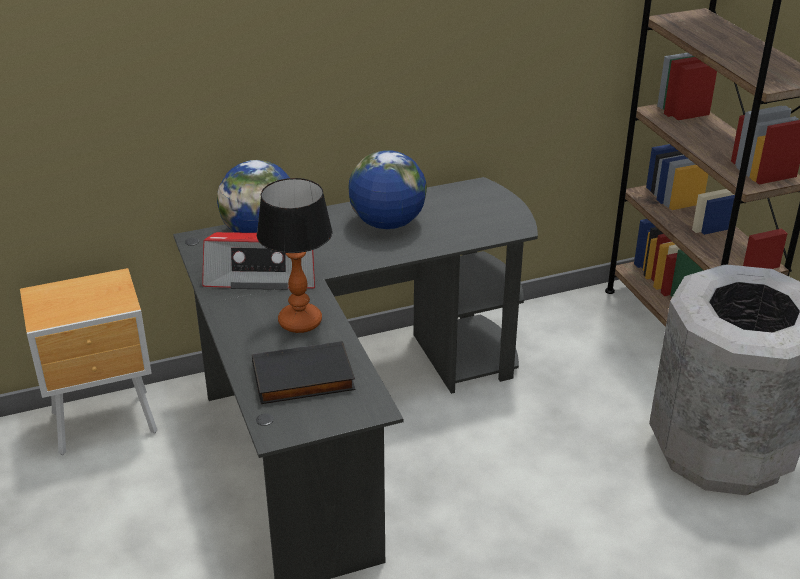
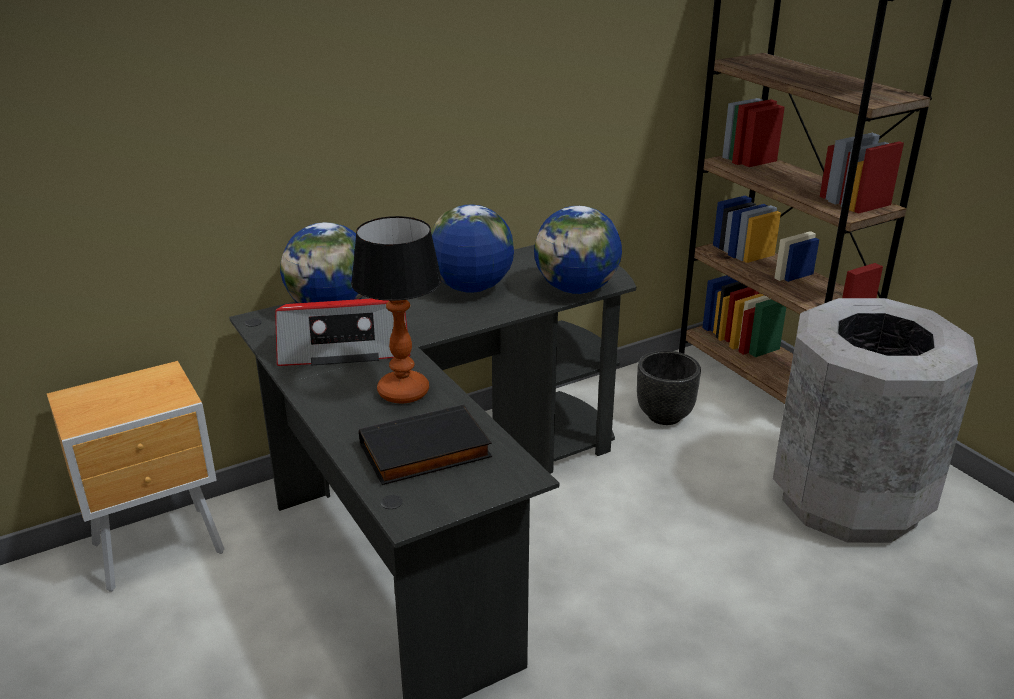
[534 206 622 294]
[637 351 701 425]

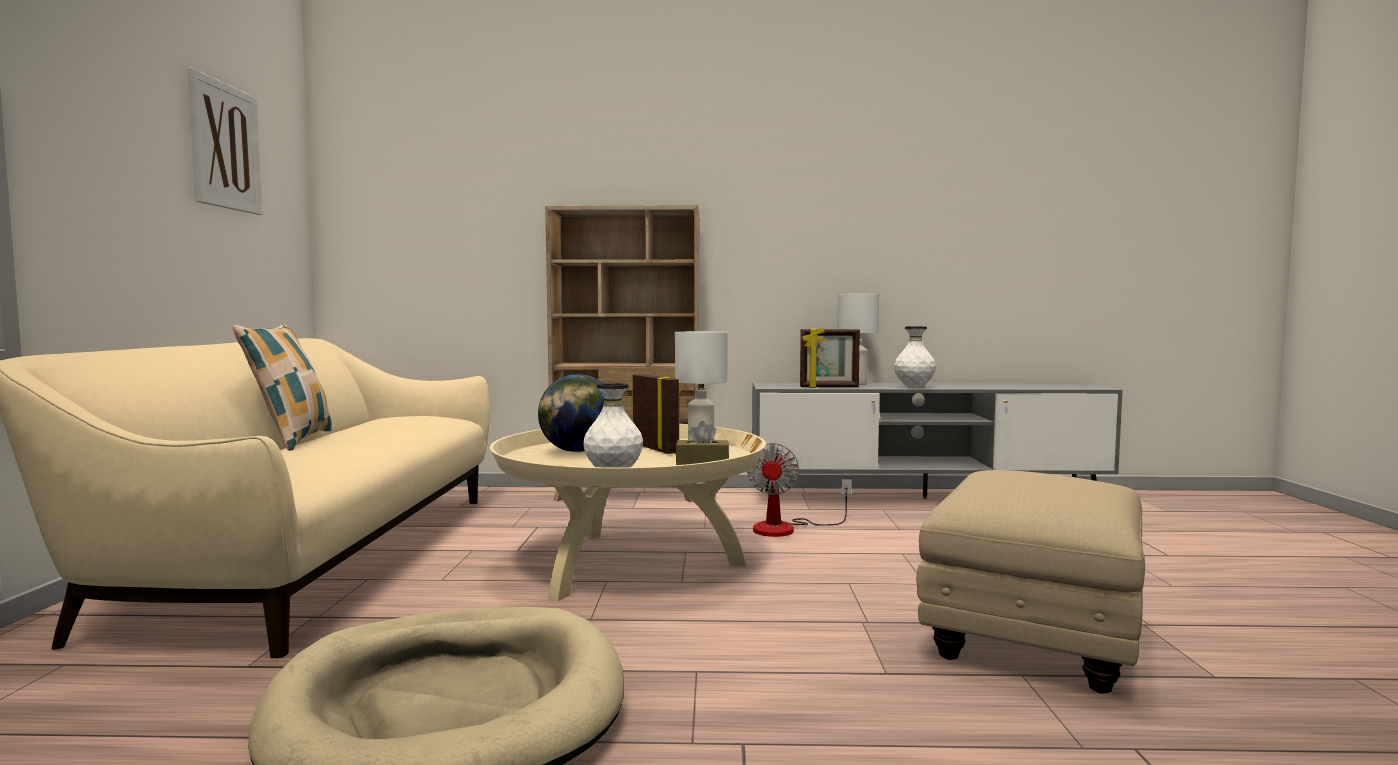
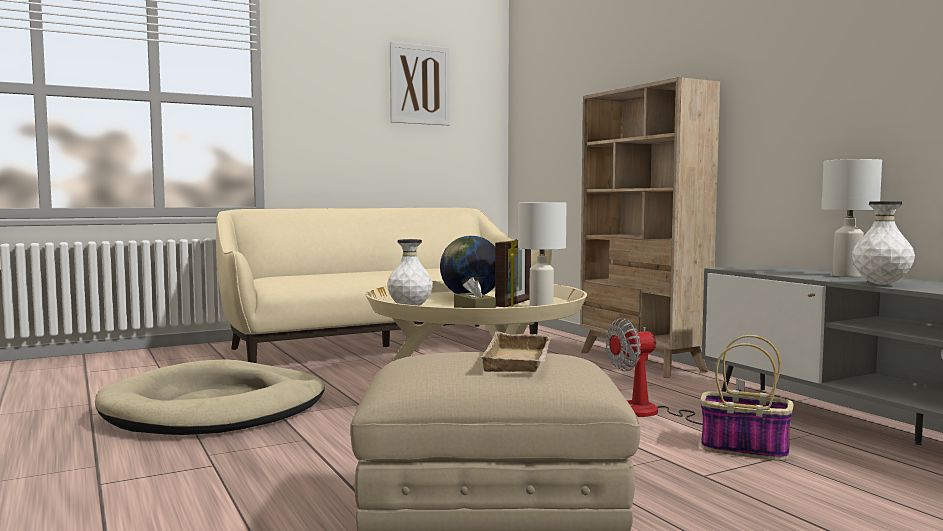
[233 323 332 451] (first image)
[800 327 860 388] (first image)
[480 332 551 372]
[700 335 794 461]

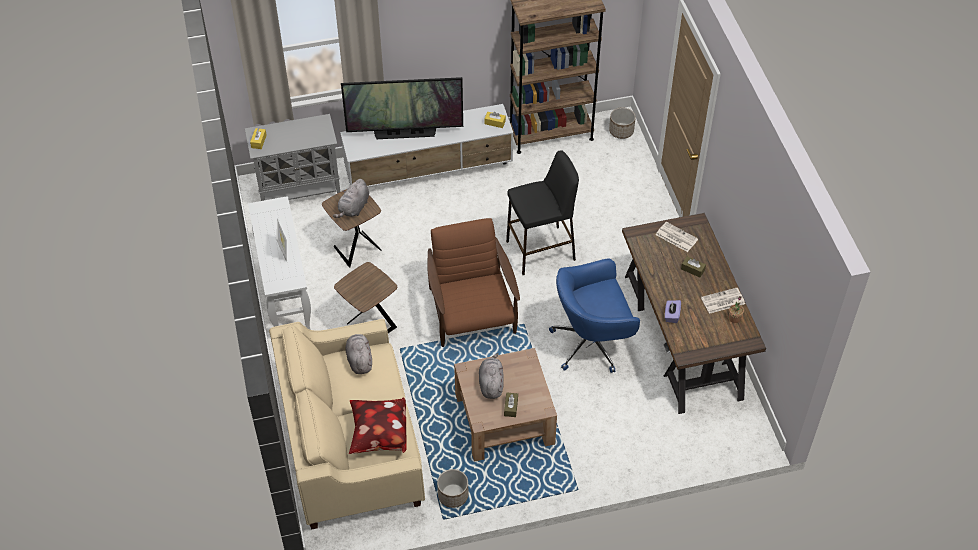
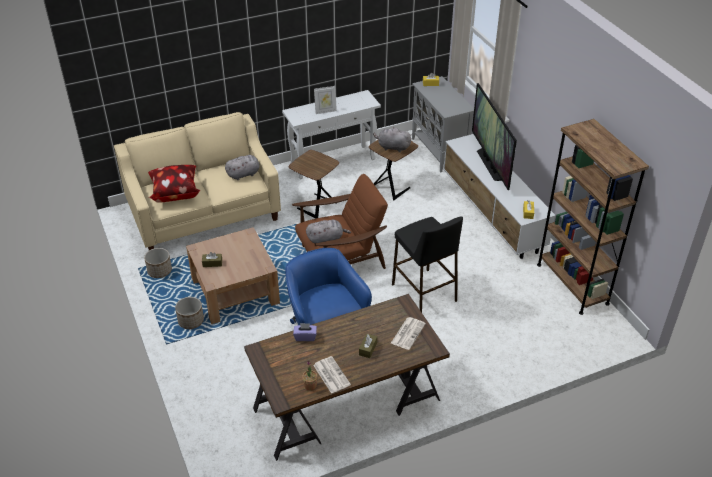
[175 297 204 329]
[306 220 351 244]

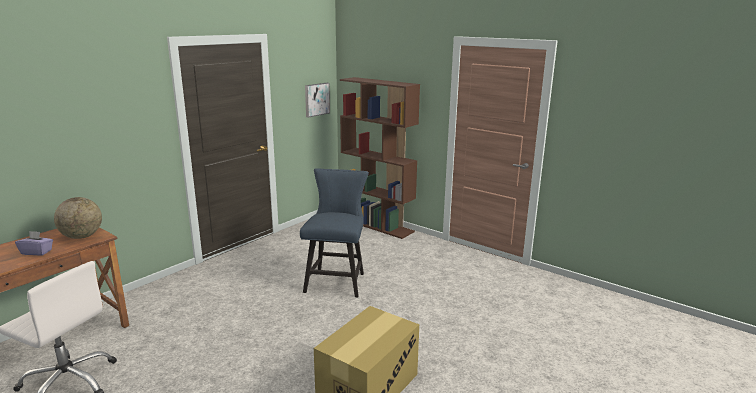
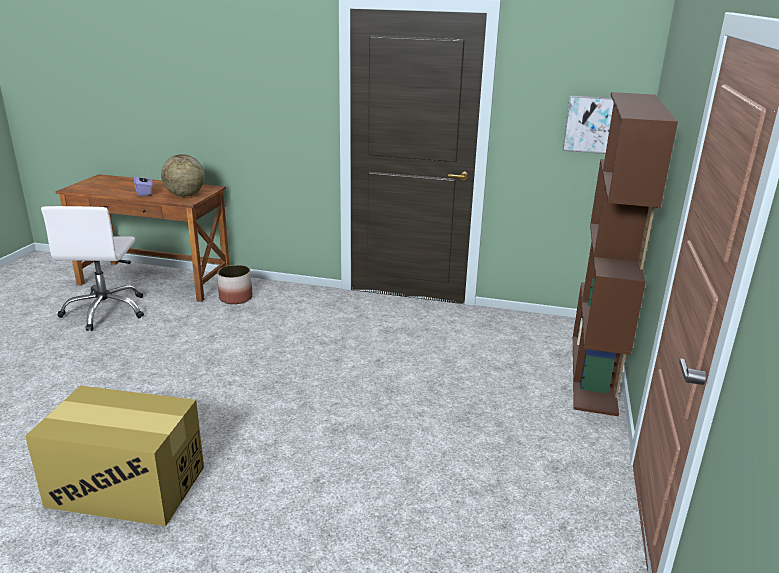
[300 168 369 297] (first image)
[217 265 253 304]

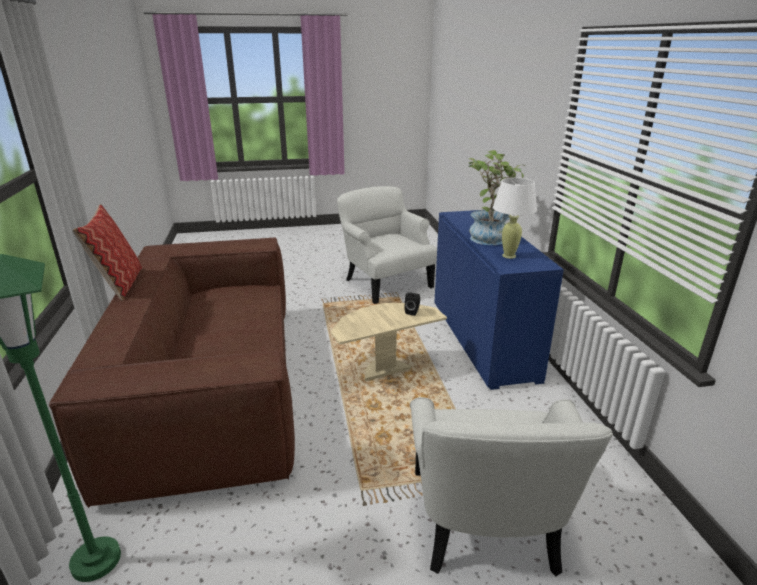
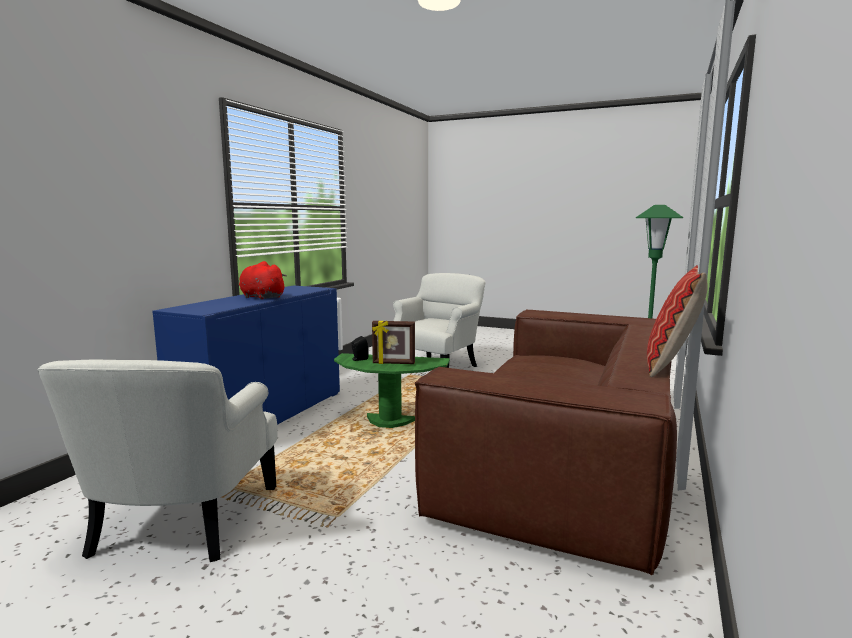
[239 261 287 299]
[493 178 537 259] (first image)
[334 353 450 428]
[372 321 415 364]

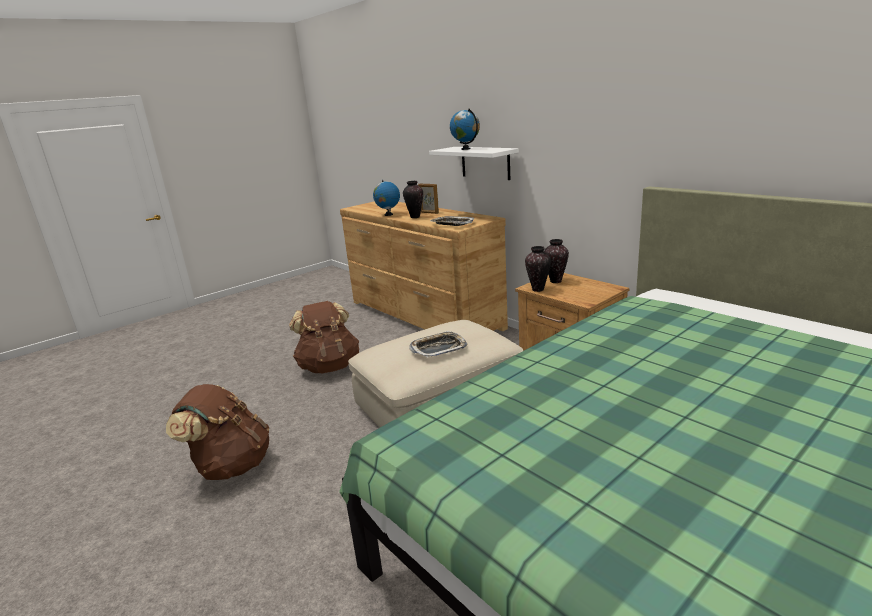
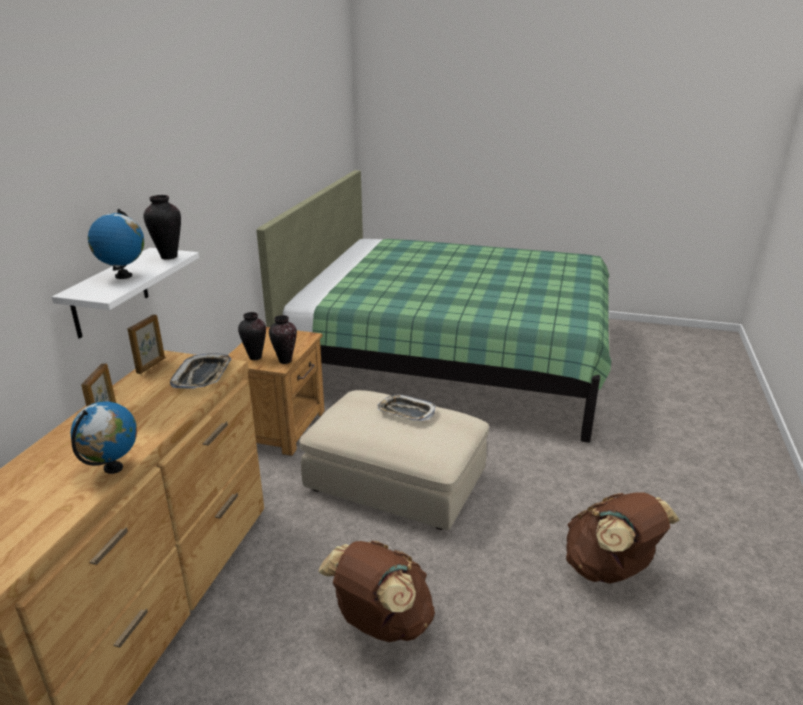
[143 195 181 260]
[128 314 165 374]

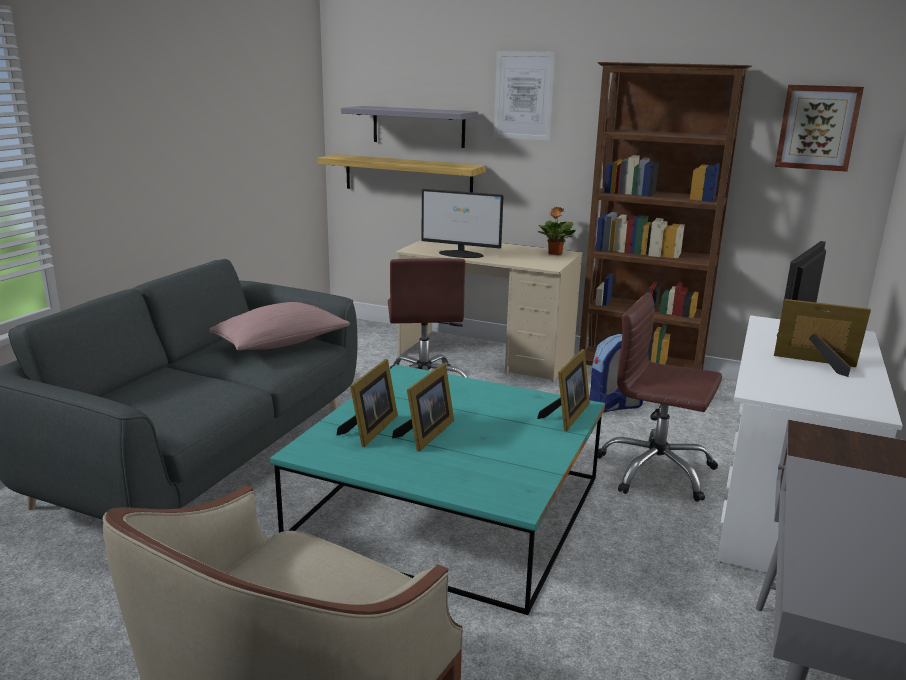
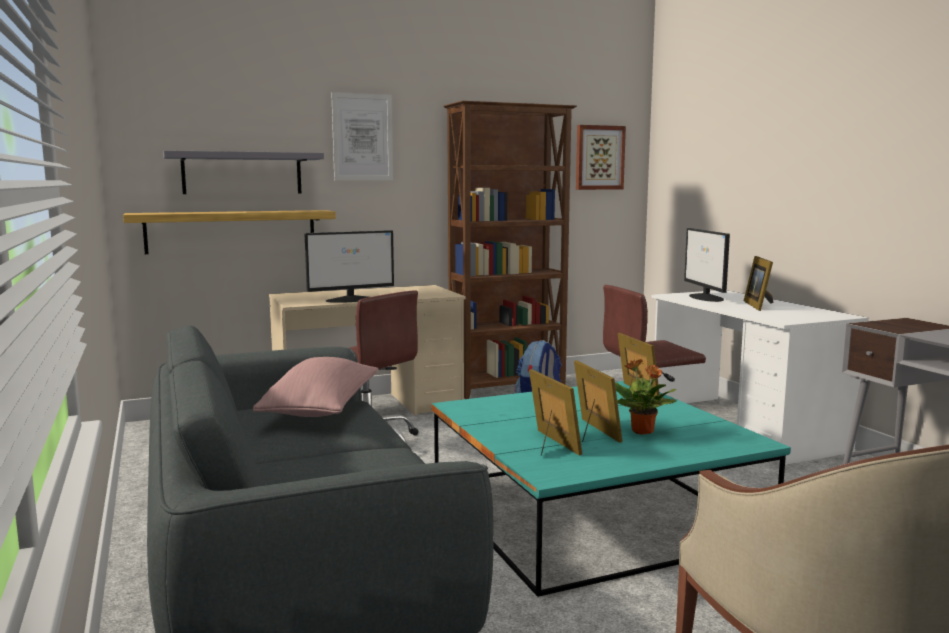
[615 359 677 435]
[744 256 773 311]

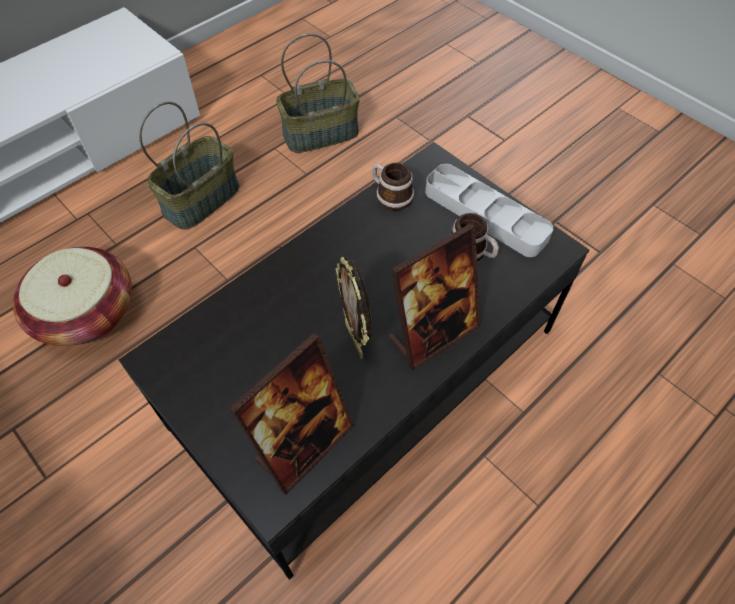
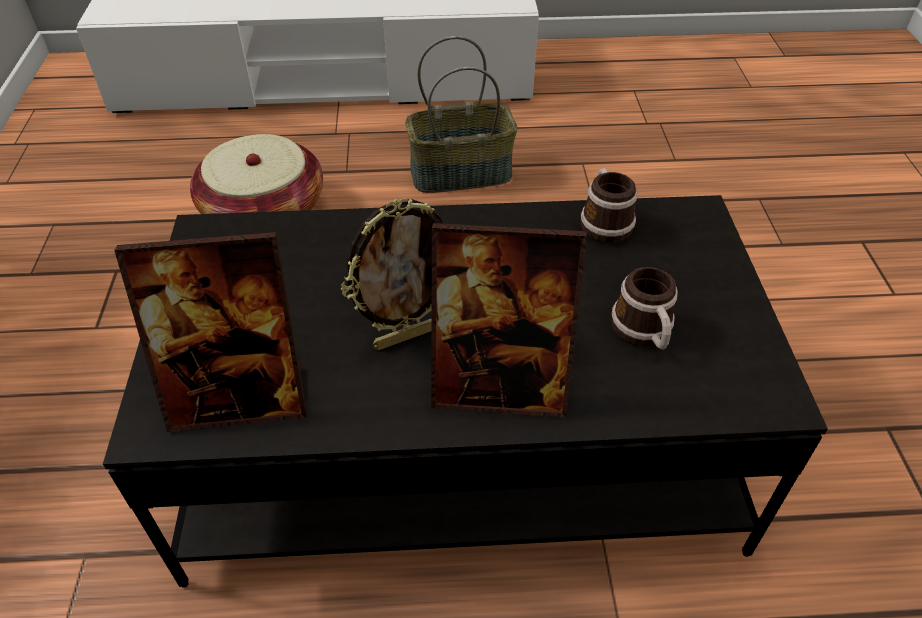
[276 33 360 153] (first image)
[425 164 553 257] (first image)
[341 198 443 350]

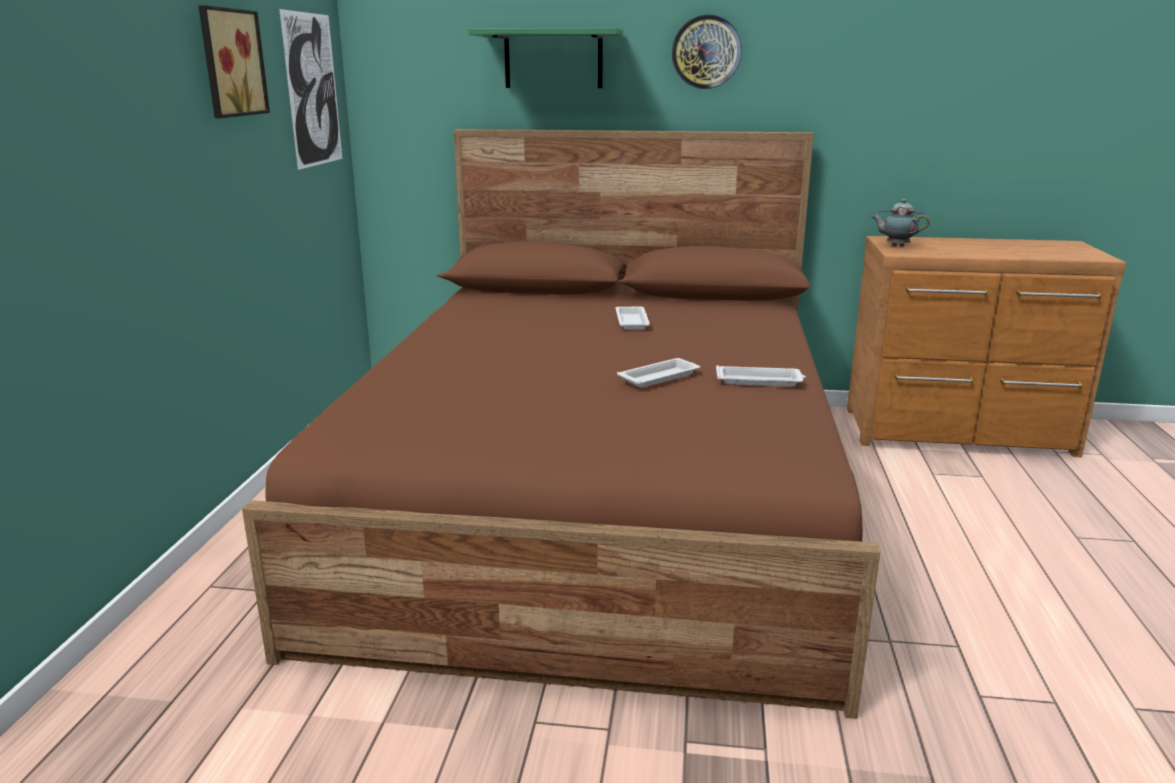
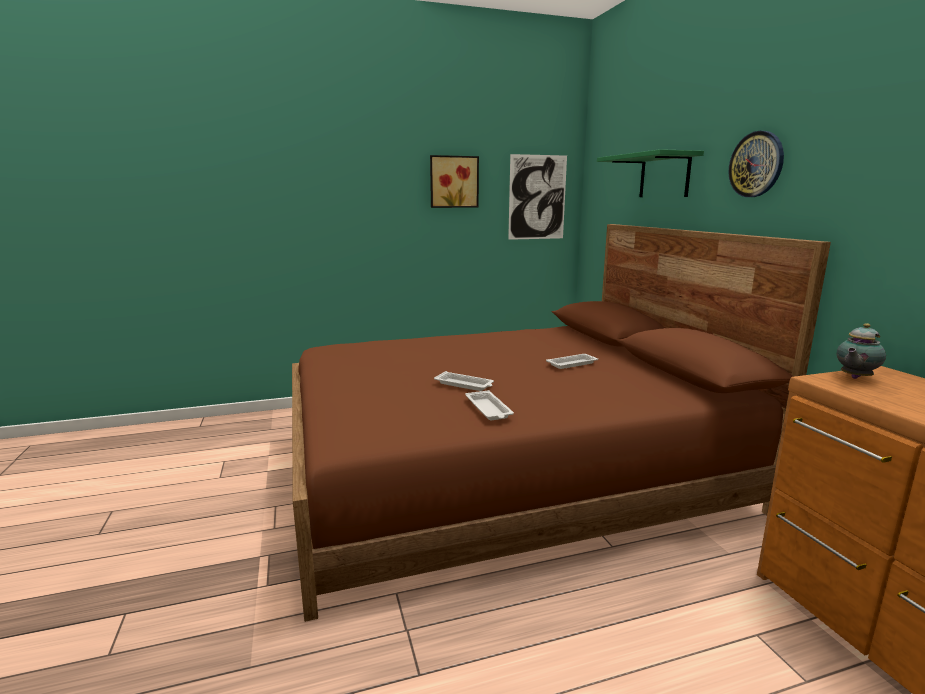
[837 323 886 379]

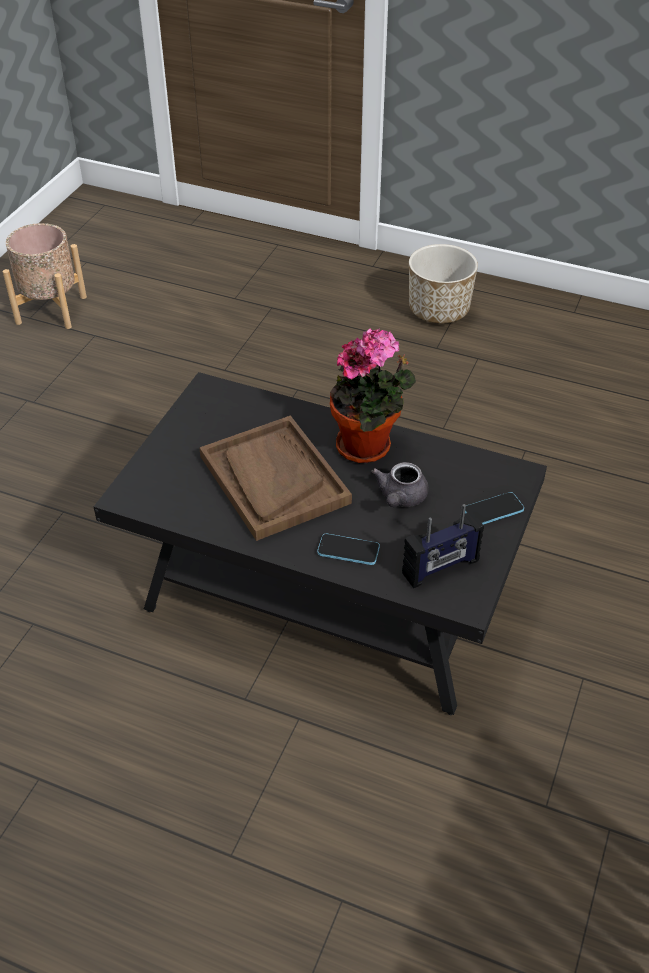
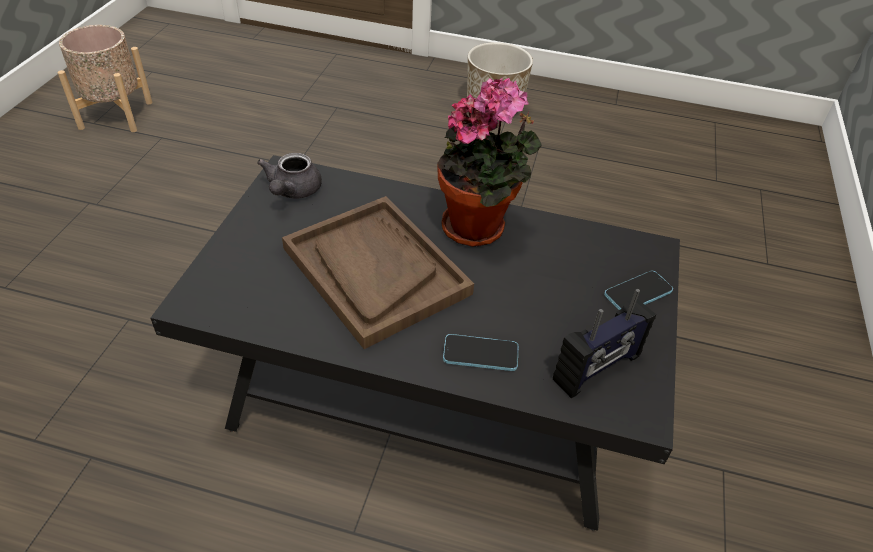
[257 153 322 199]

